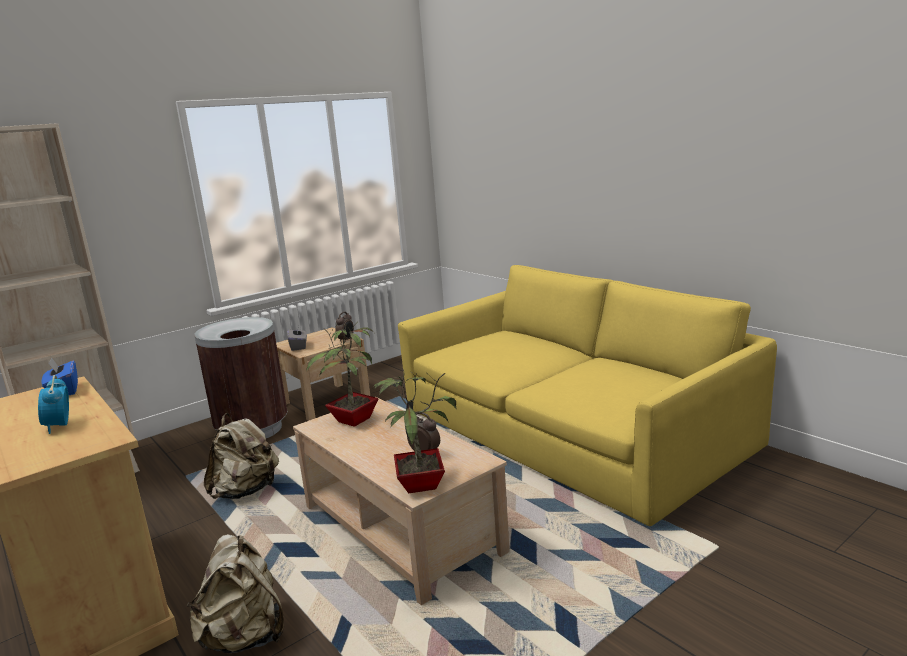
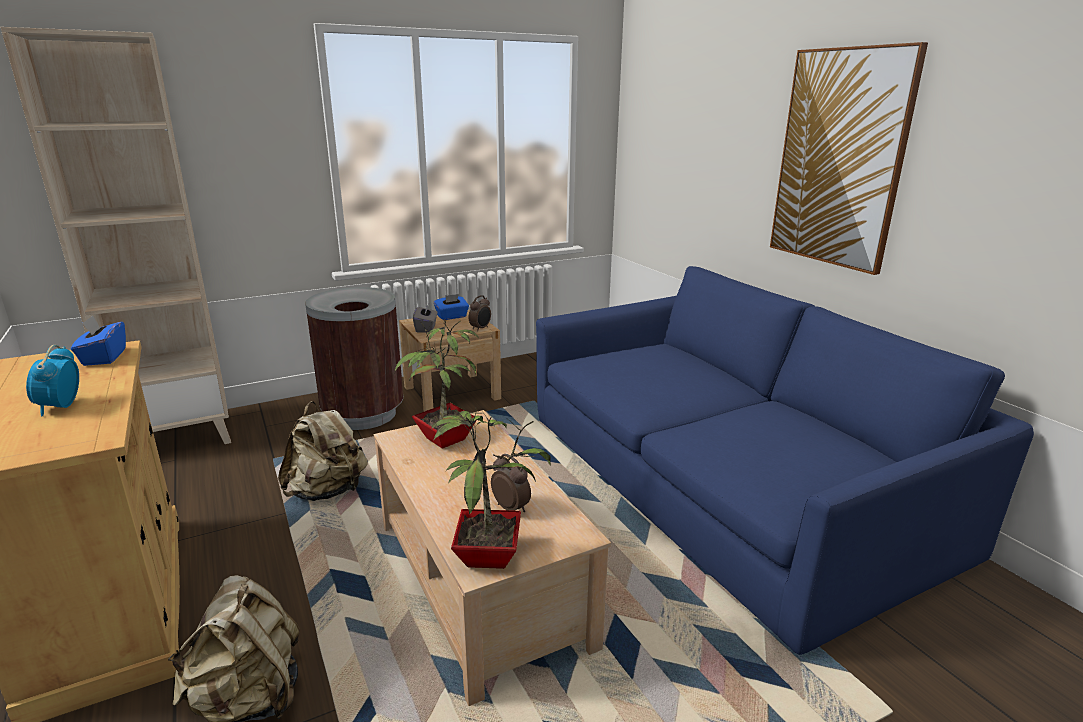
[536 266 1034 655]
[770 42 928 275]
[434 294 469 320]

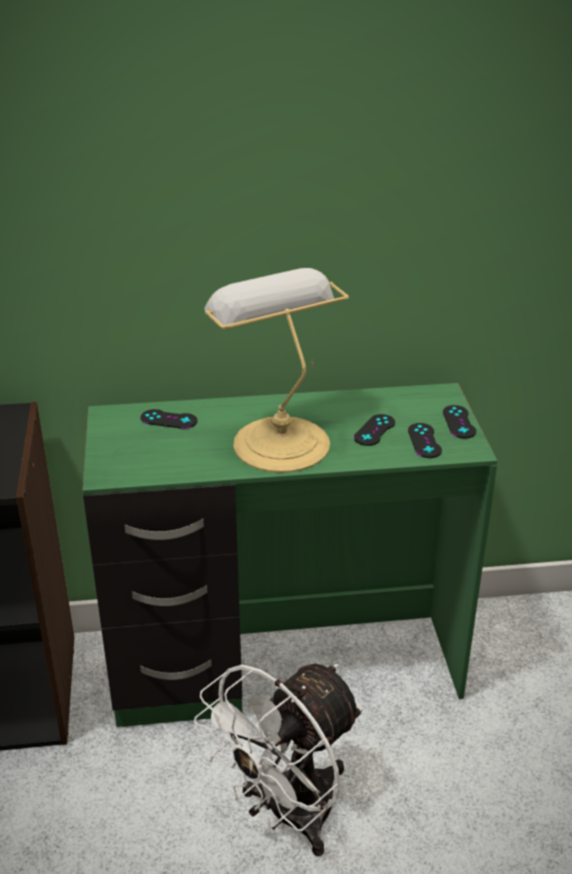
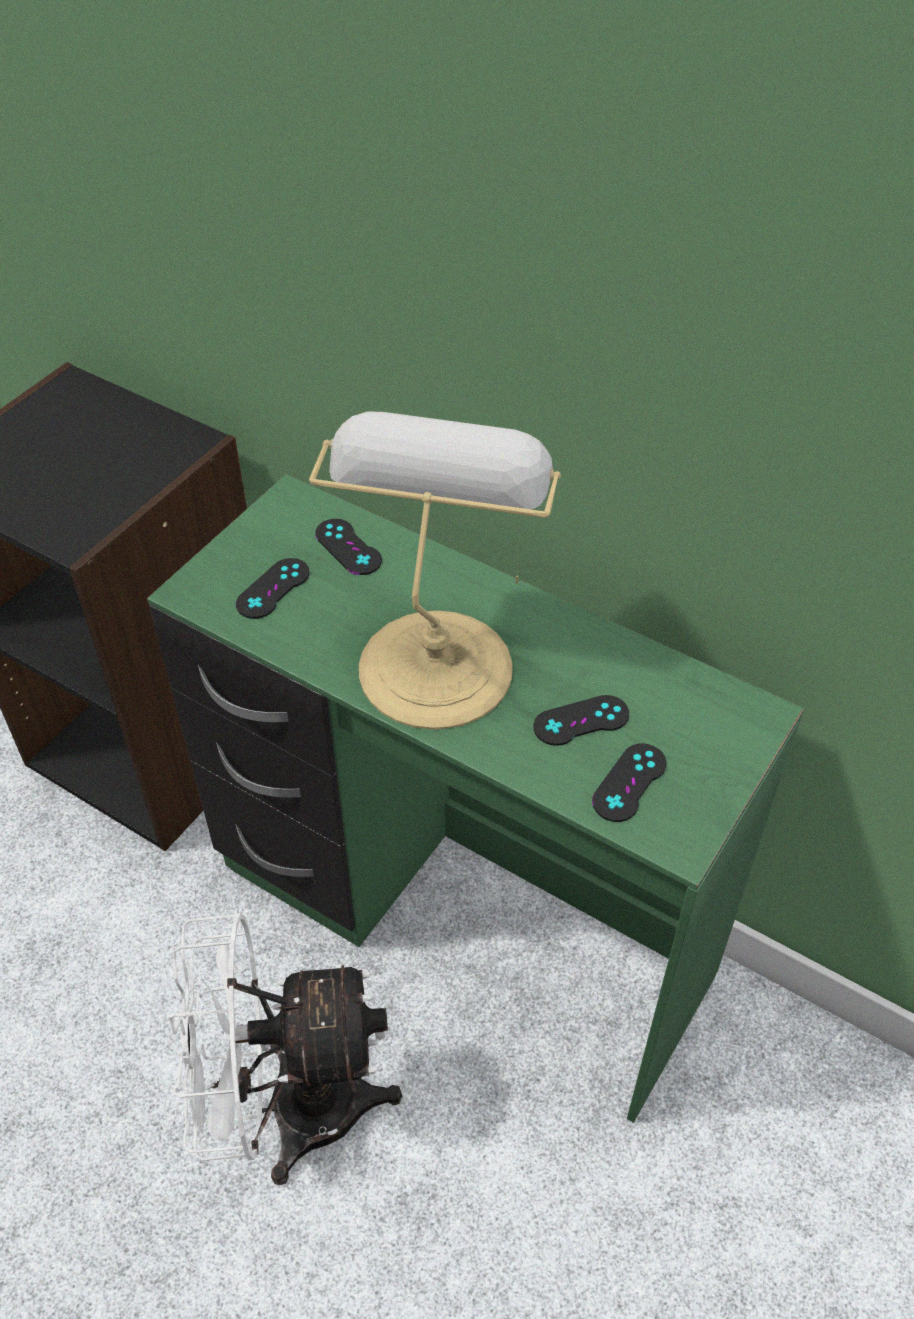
[236 558 310 619]

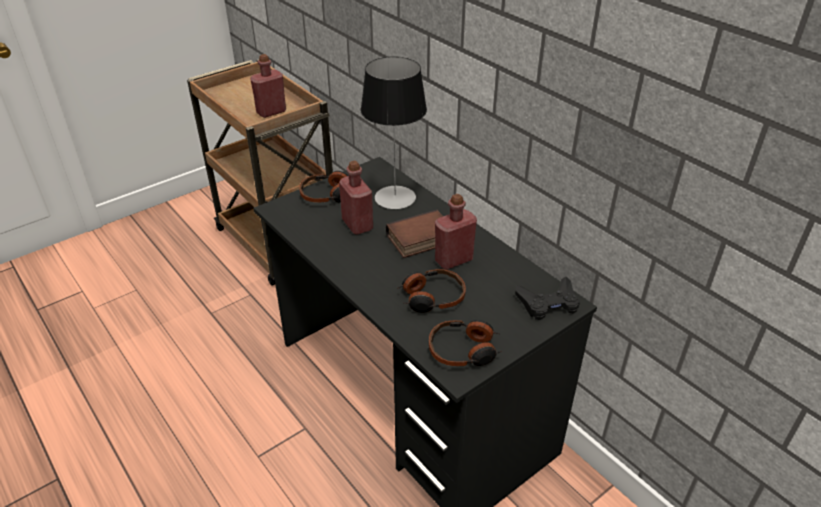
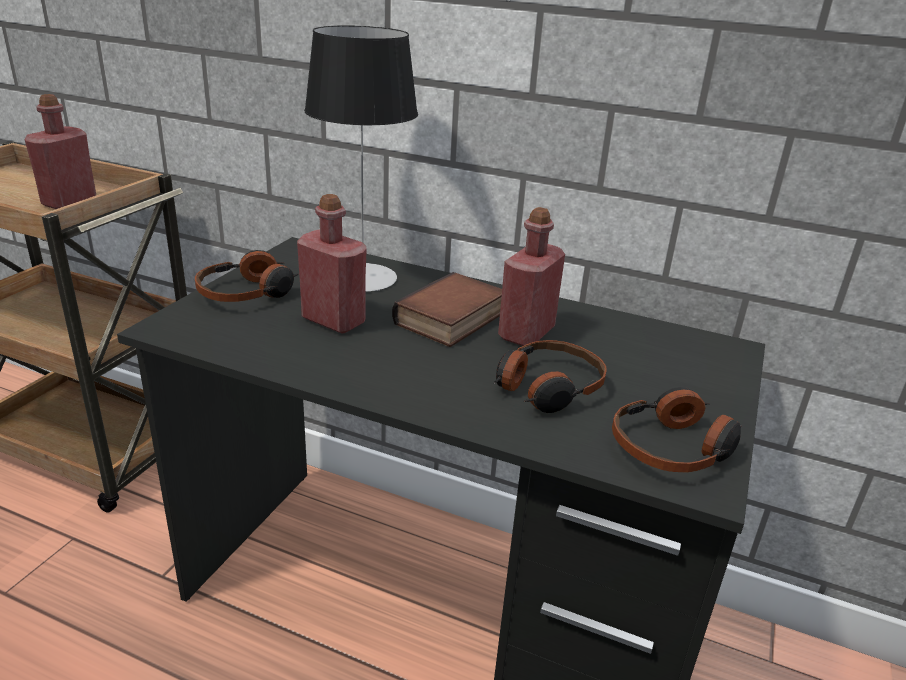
[515 277 580 320] (first image)

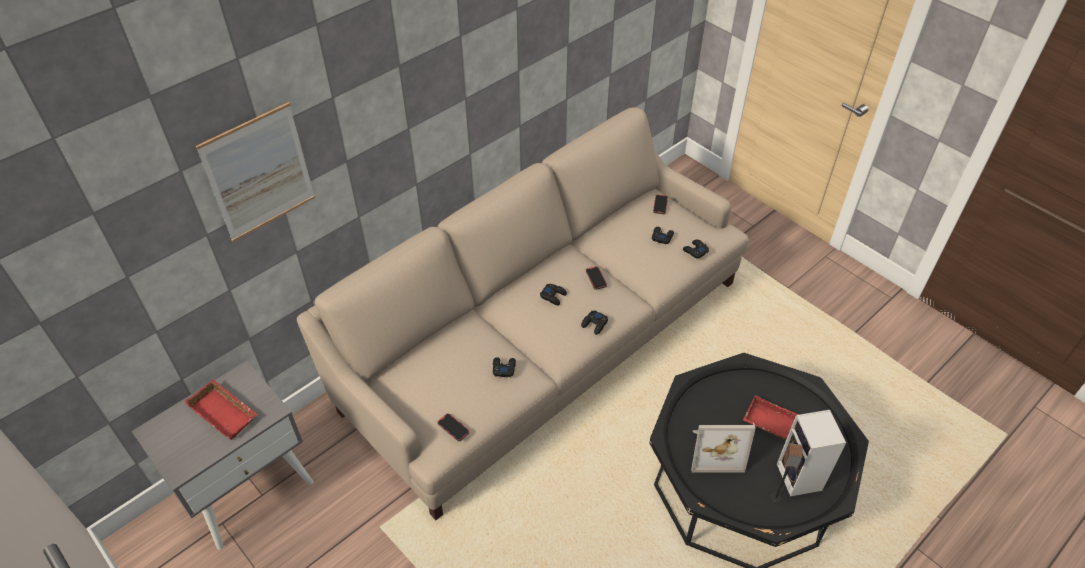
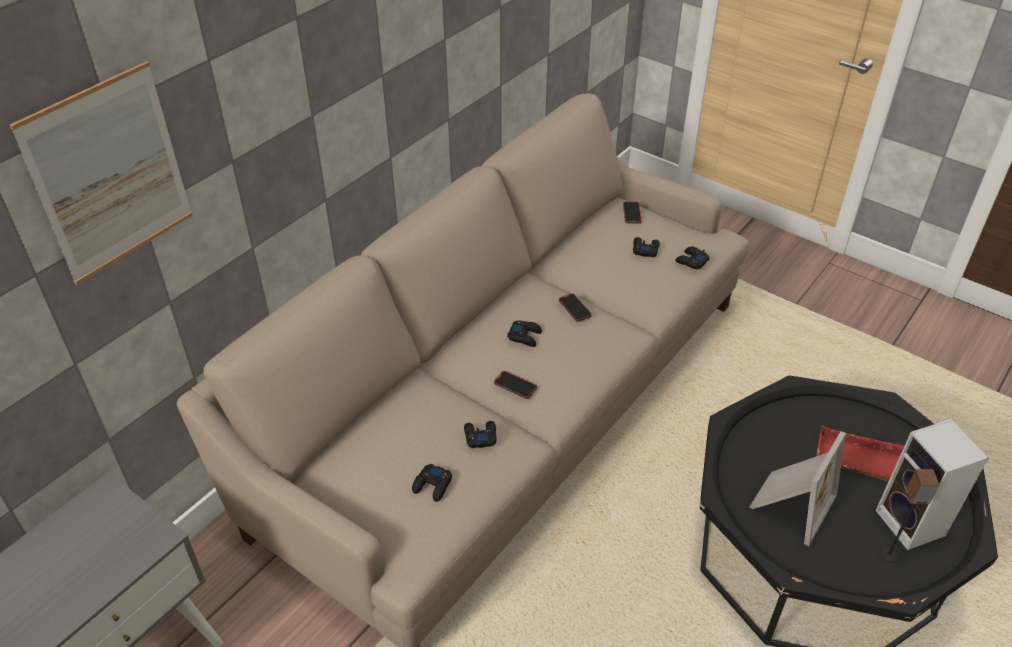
[412 464 452 502]
[184 380 258 440] (first image)
[494 371 537 399]
[749 431 846 546]

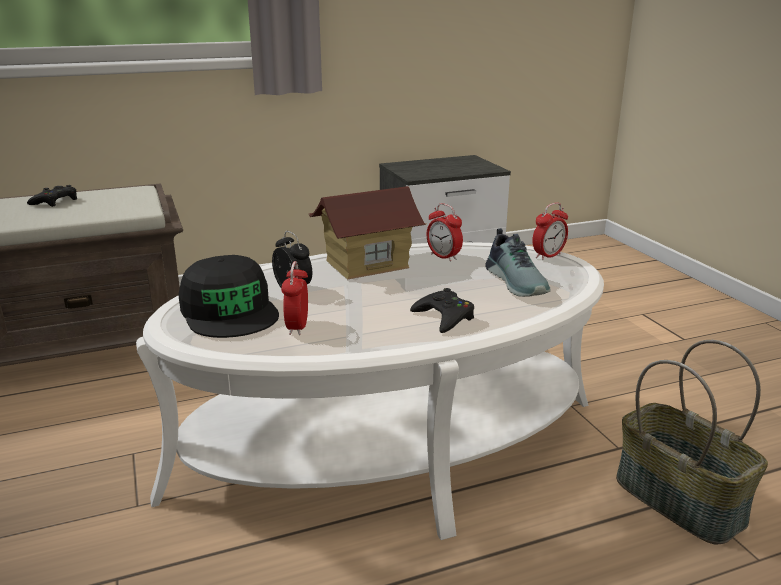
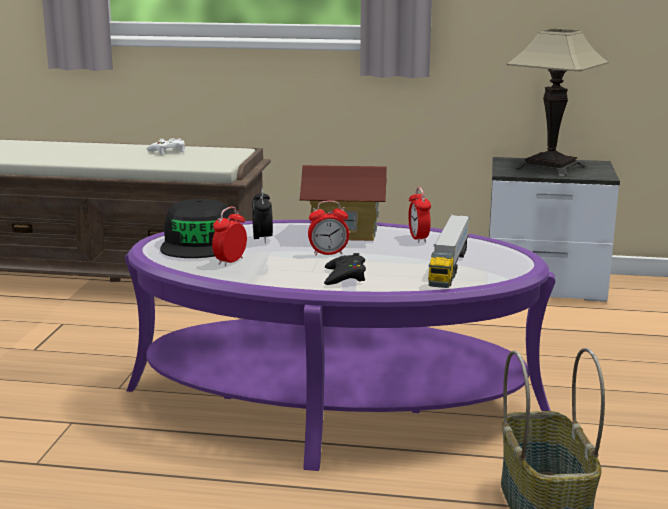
[147 138 185 154]
[308 201 349 256]
[428 215 470 288]
[125 220 555 471]
[507 28 609 177]

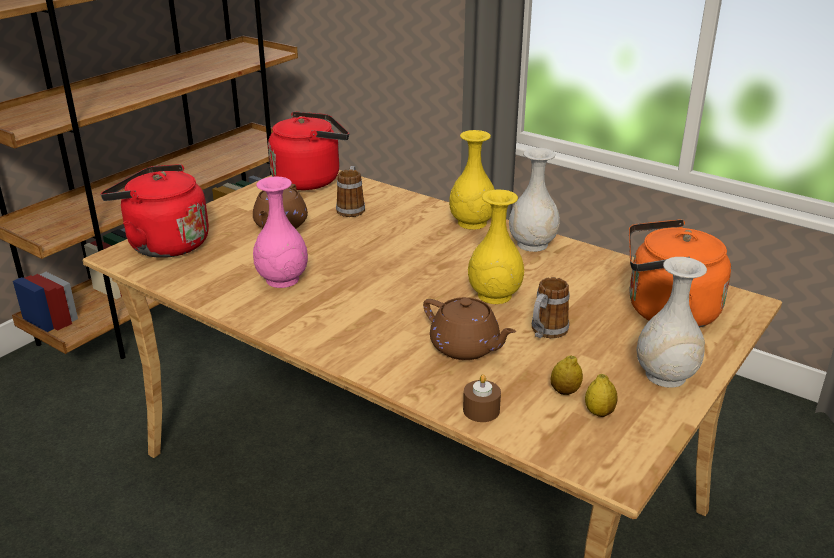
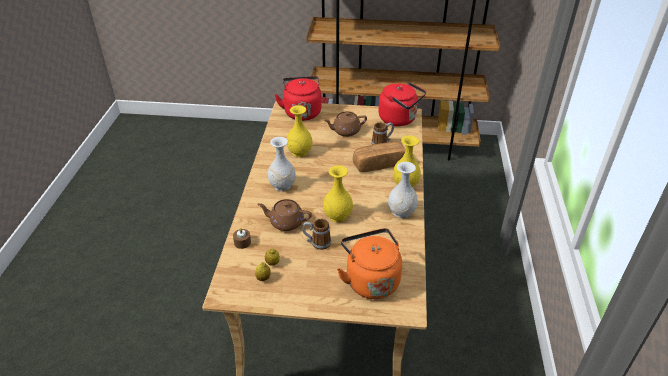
[287 105 313 157]
[268 137 296 191]
[257 199 312 231]
[353 142 406 172]

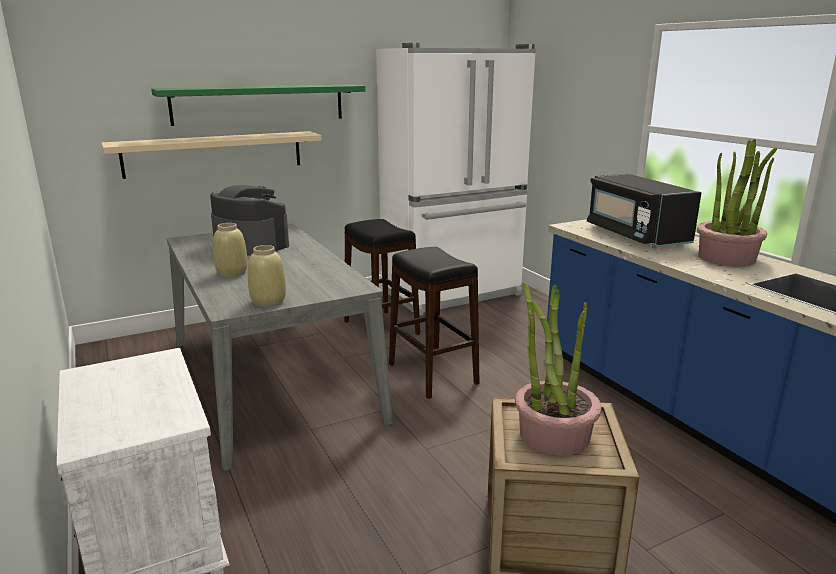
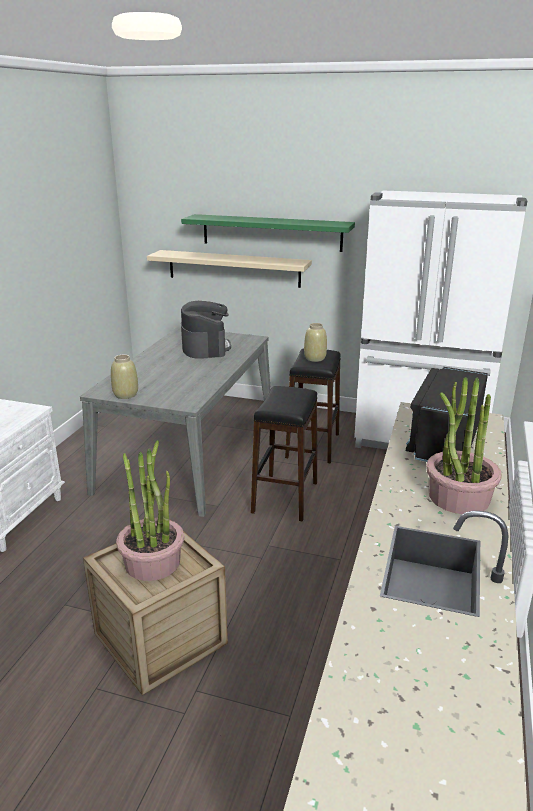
[304 323 327 362]

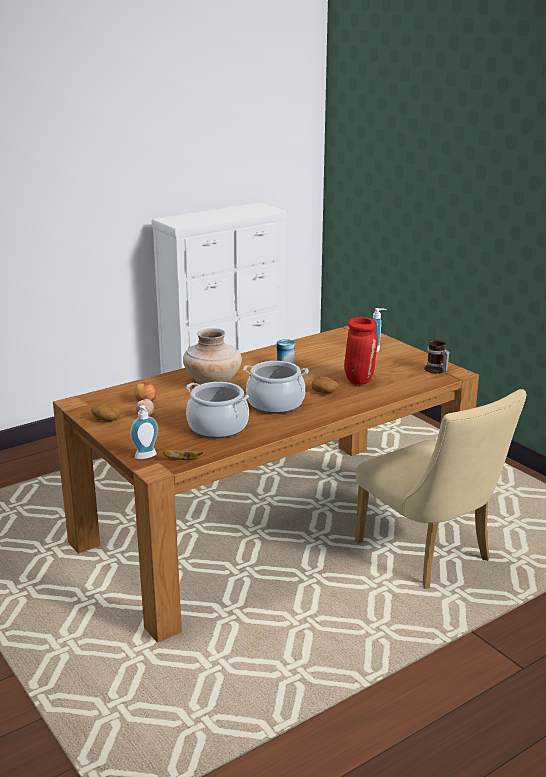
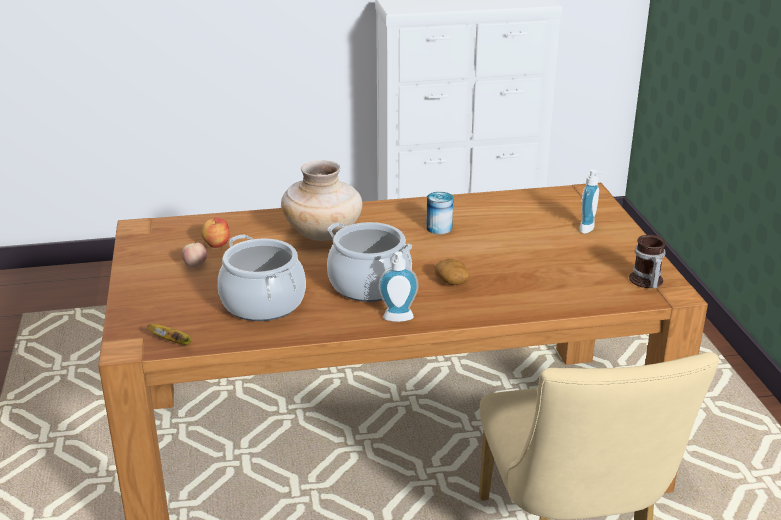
[344 317 378 385] (first image)
[91 404 120 421] (first image)
[379 251 419 322]

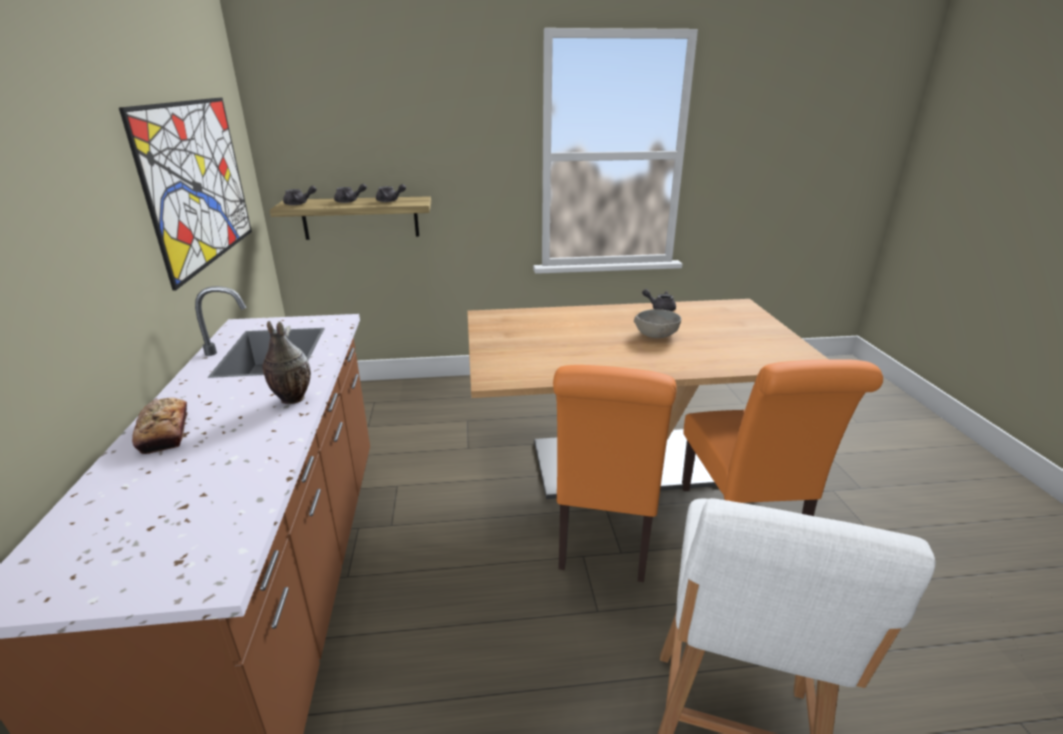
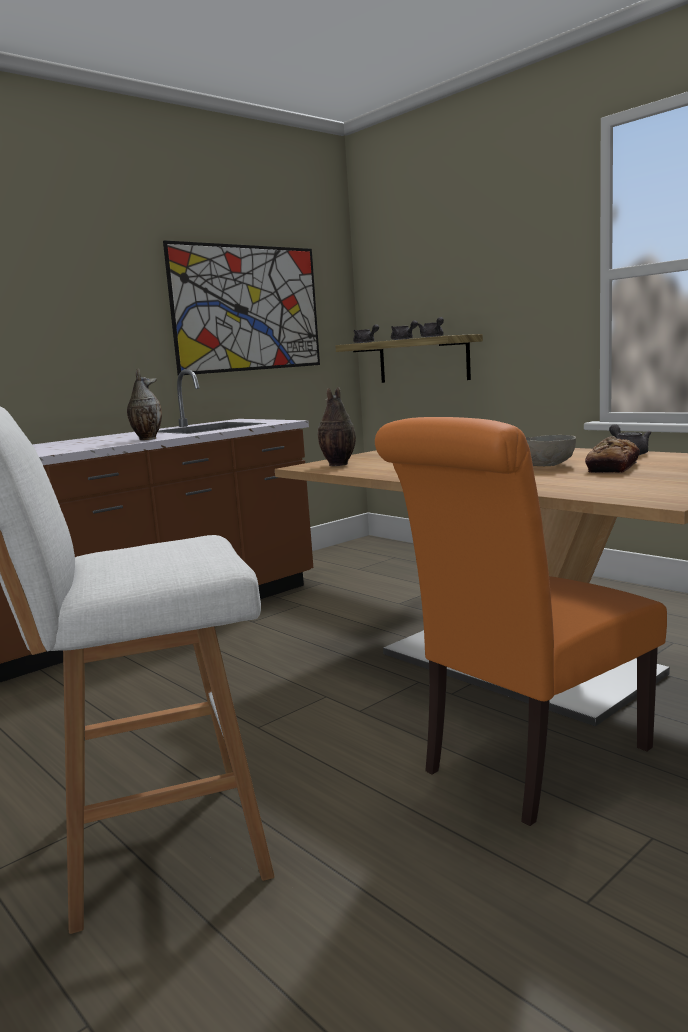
[553 365 677 582] (first image)
[585 436 640 473]
[317 386 356 466]

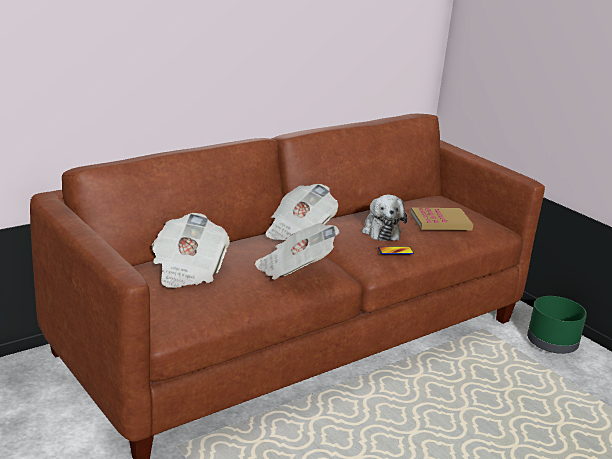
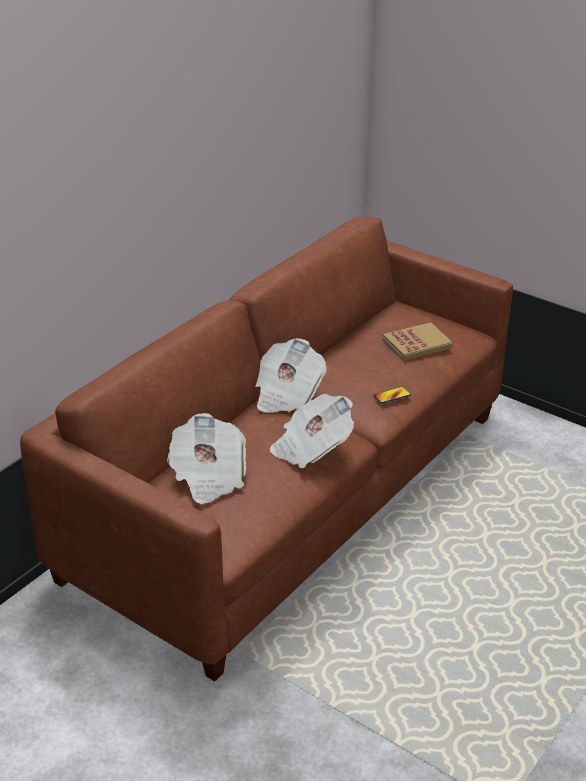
[362 195 407 241] (first image)
[527 296 587 354] (first image)

